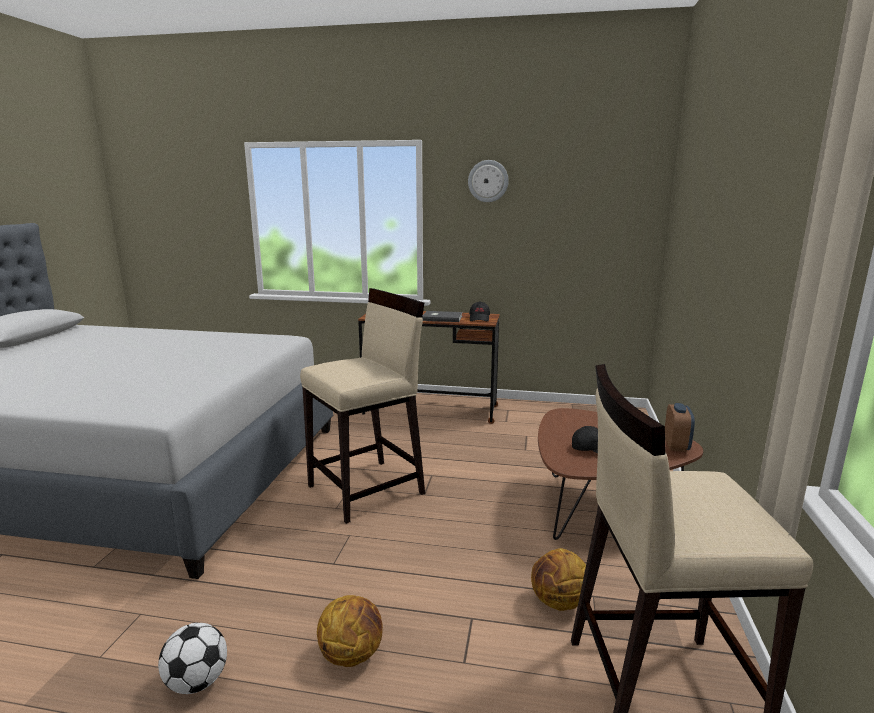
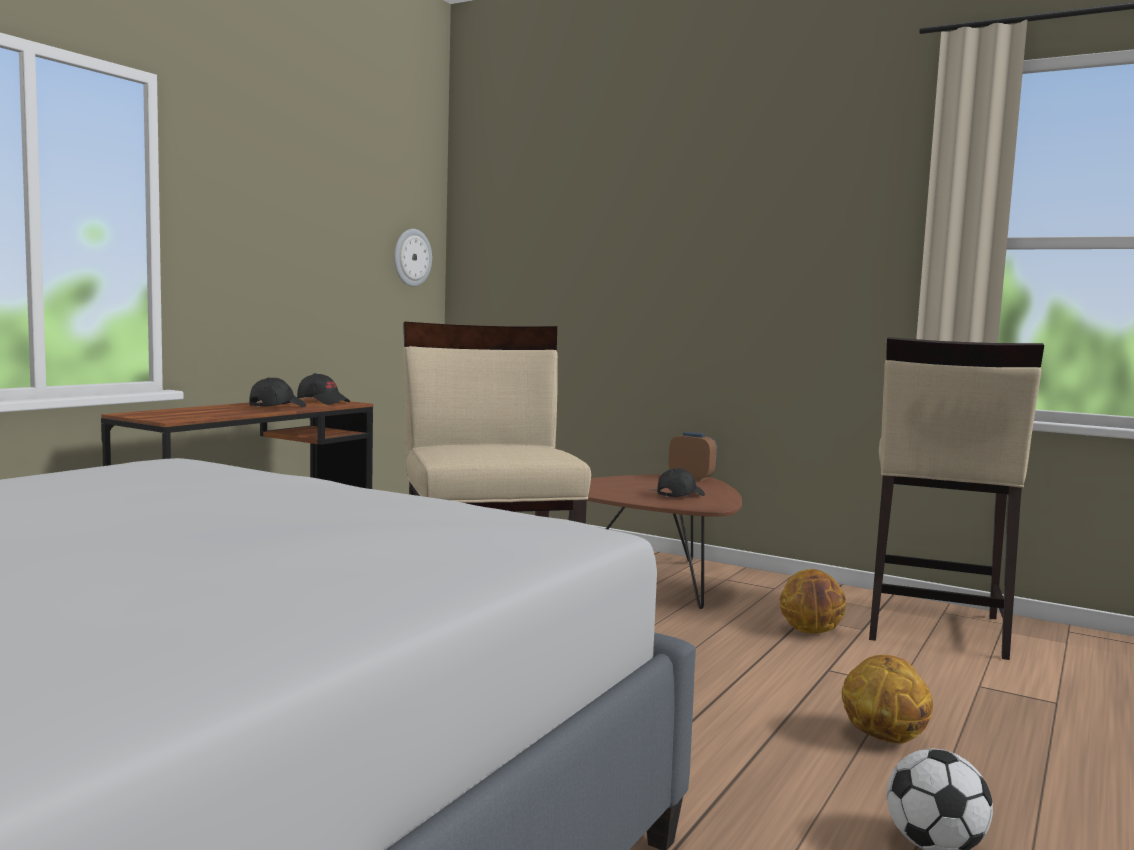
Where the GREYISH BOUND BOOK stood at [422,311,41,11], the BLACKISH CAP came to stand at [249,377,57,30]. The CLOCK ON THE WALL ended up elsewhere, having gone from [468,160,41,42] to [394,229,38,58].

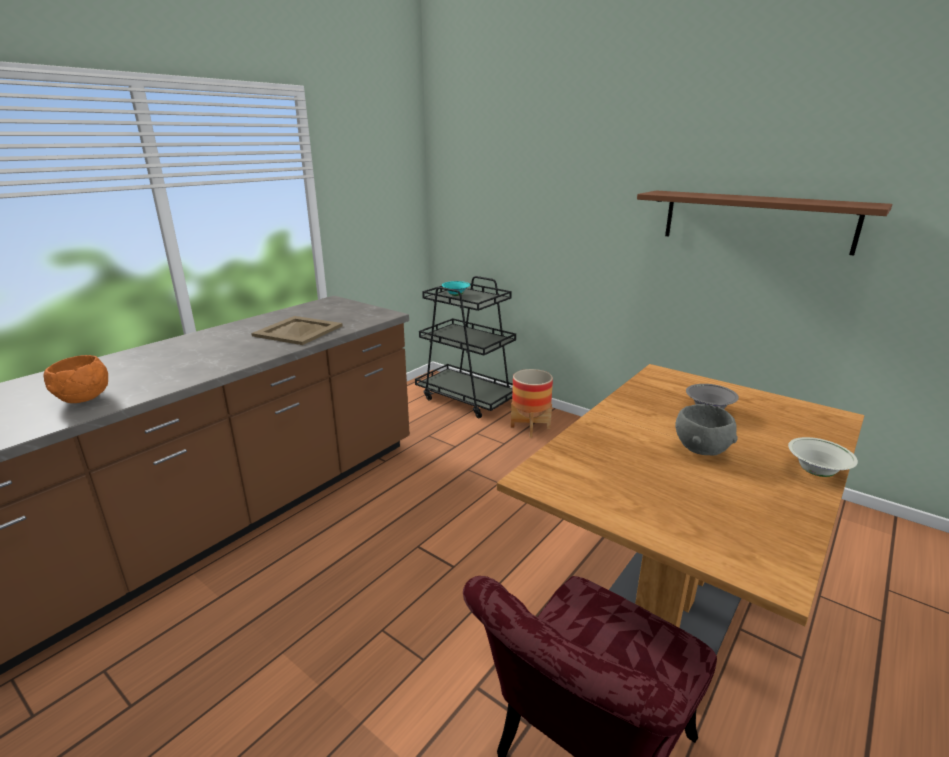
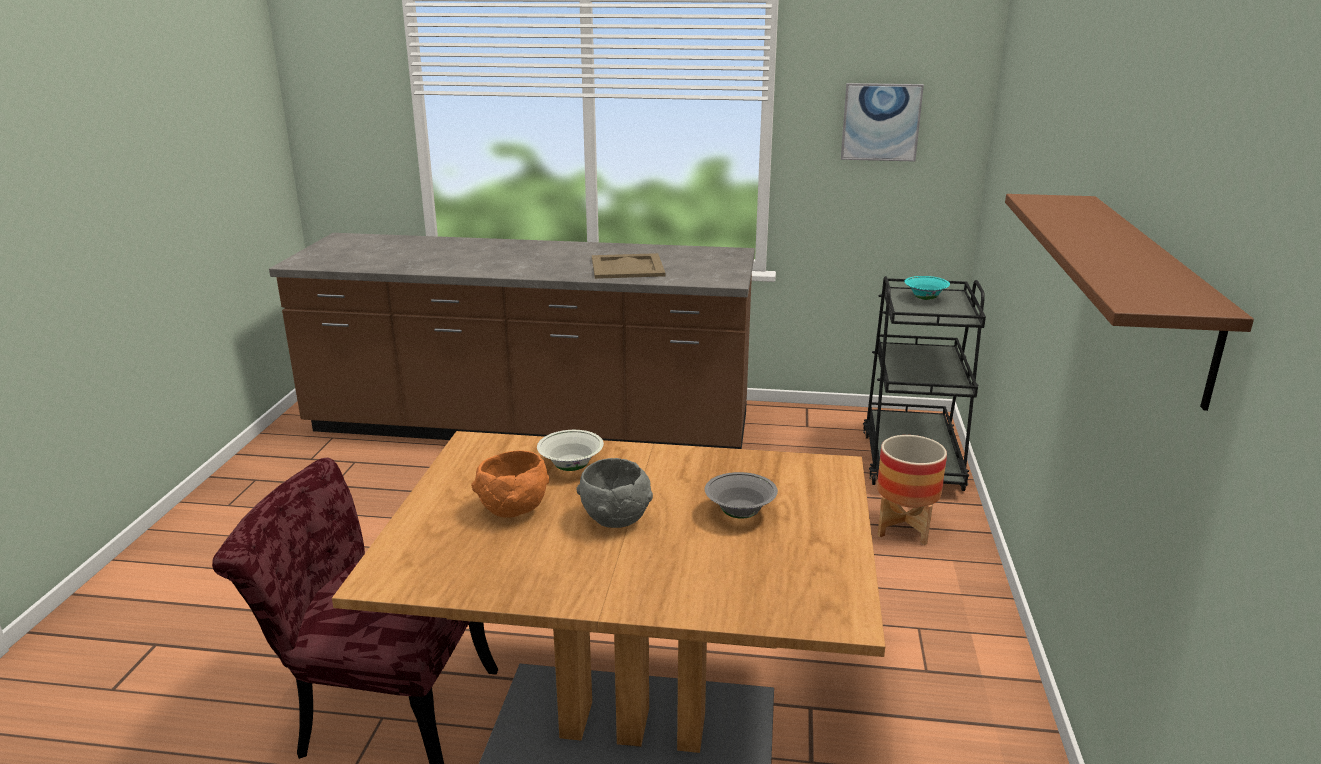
The ORANGEY BOWL ended up elsewhere, having gone from [43,355,65,48] to [471,451,78,67]. The WHITISH BOWL ended up elsewhere, having gone from [788,437,70,40] to [537,430,67,41]. The second view gained the PICTURE at [841,83,83,79].

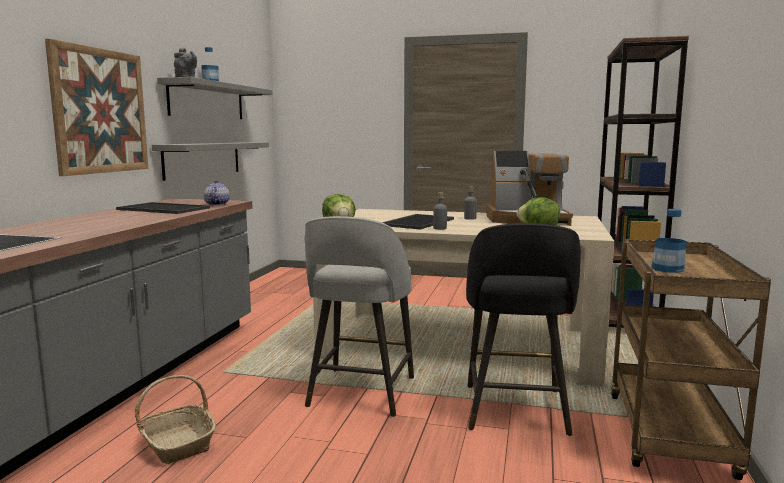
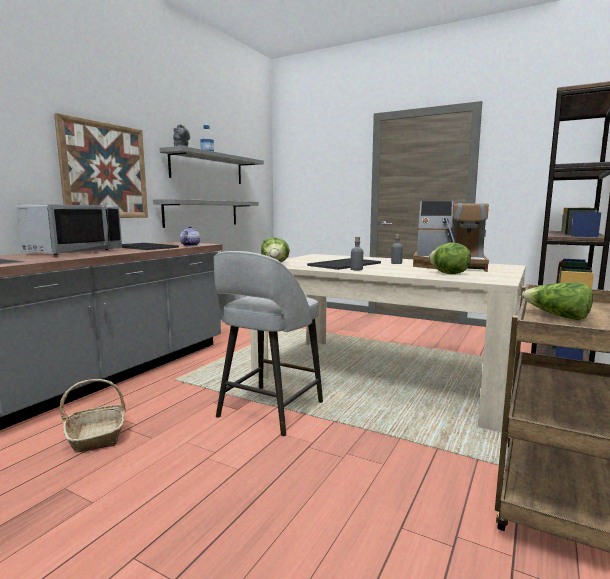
The second view gained the GREYISH MICROWAVE at [16,205,106,50]. Where the BOTTLE stood at [652,209,35,64], the LETTUCE came to stand at [522,282,71,38]. The second view lost the BLACKISH STOOL at [466,223,115,213].

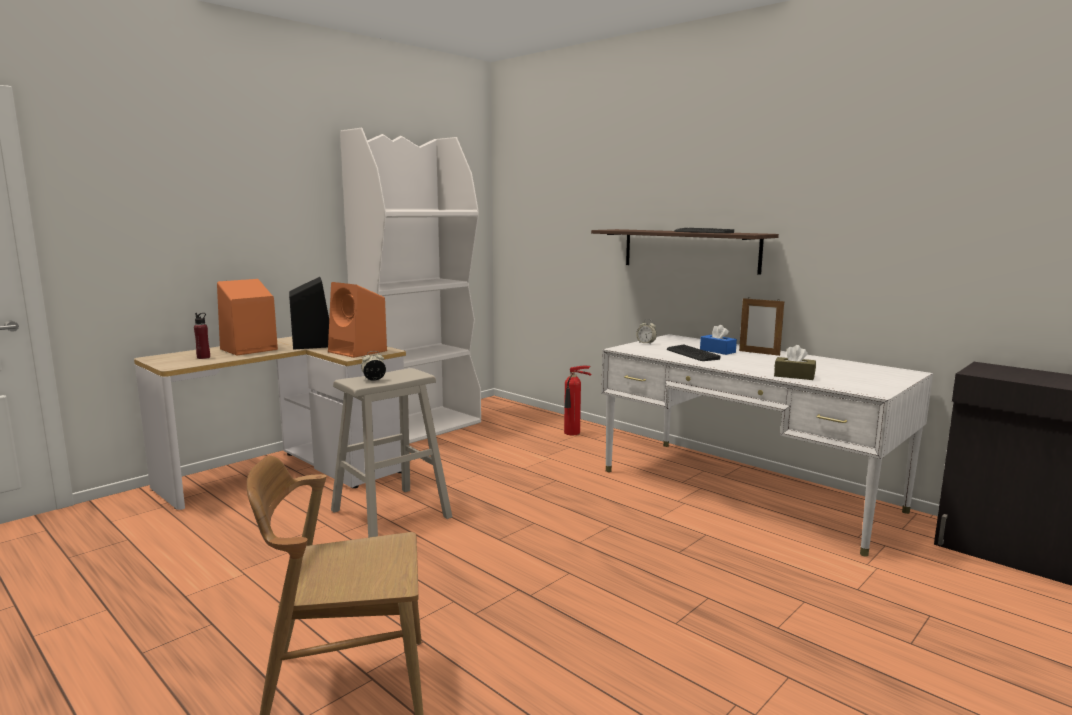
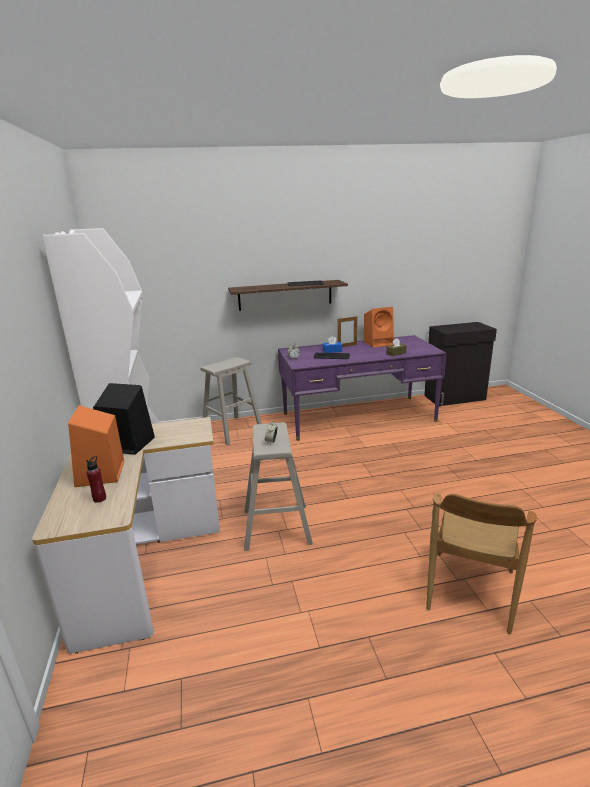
Where the FIRE-FIGHTING CYLINDER stood at [564,366,27,69], the BEIGE STOOL came to stand at [200,357,62,88]. What was the WHITISH DESK TABLE at [601,334,332,223] turned into the PURPLE DESK TABLE at [278,335,169,106]. The ORANGEY LOUDSPEAKER ended up elsewhere, having gone from [328,282,59,76] to [364,307,30,41].

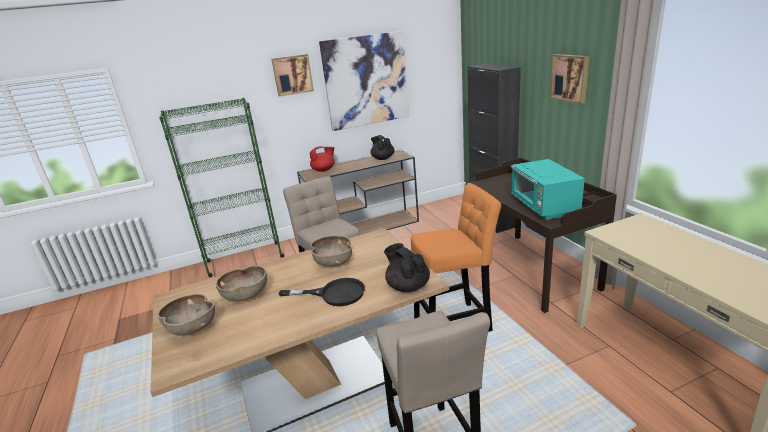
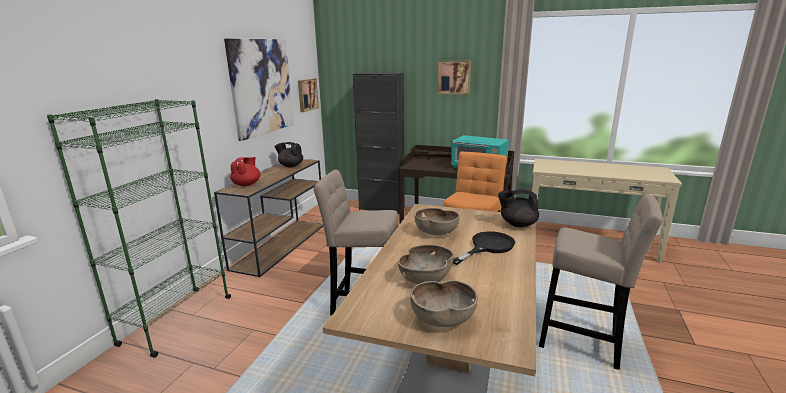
The PICTURE ended up elsewhere, having gone from [271,54,43,43] to [298,78,21,34].

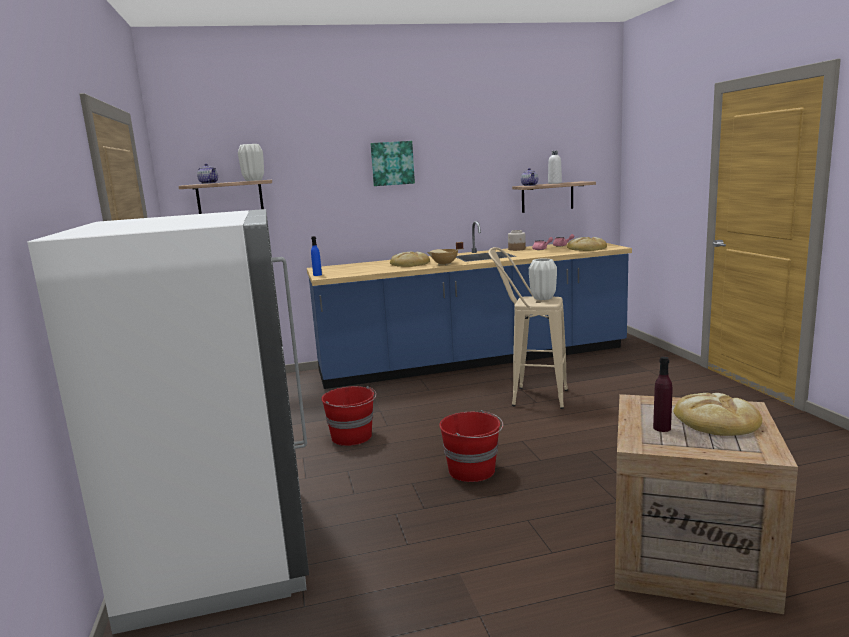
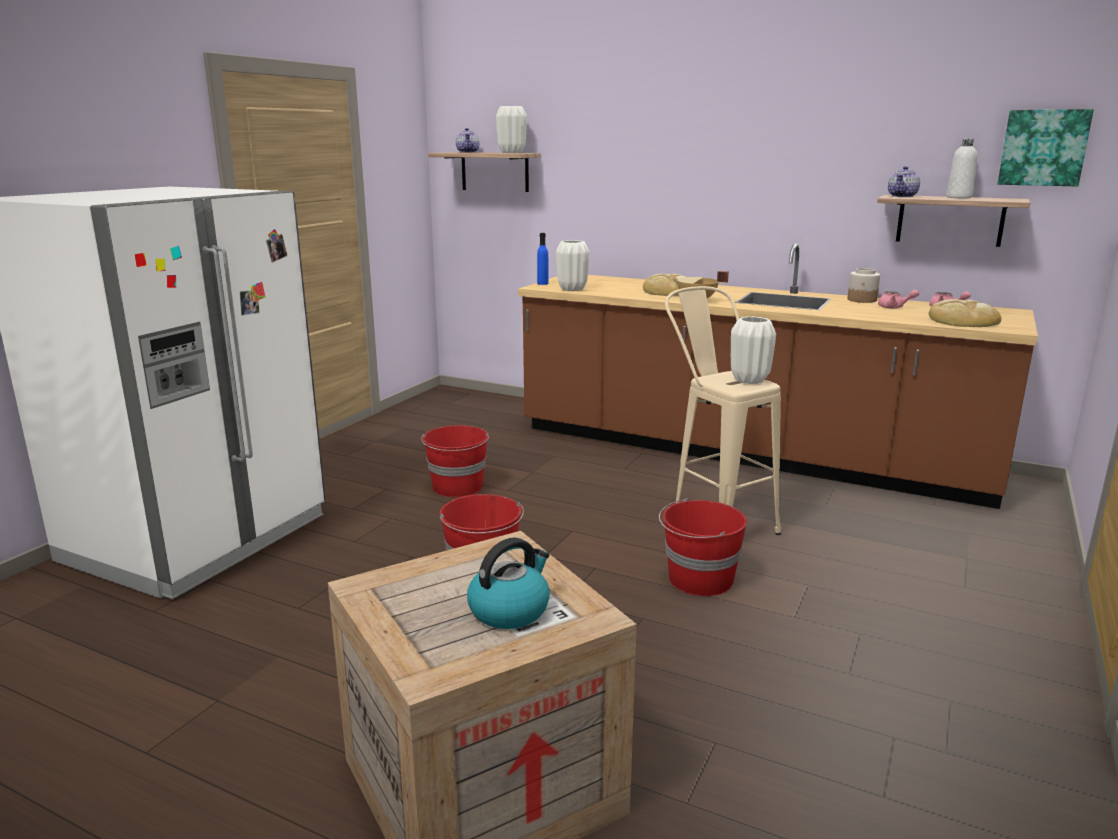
Where the BREAD stood at [673,393,89,43], the WATER KETTLE came to stand at [467,537,83,92]. What was the BLUE COUNTER at [307,221,325,168] turned into the BROWN-COLOURED COUNTER at [518,243,520,266]. The second view gained the WHITISH FLOWER VASE at [556,240,33,51]. The second view gained the RED BUCKET at [659,498,88,98]. The PICTURE ended up elsewhere, having gone from [370,141,45,45] to [998,109,96,78]. The second view lost the PURPLE BOTTLE at [653,357,19,75].

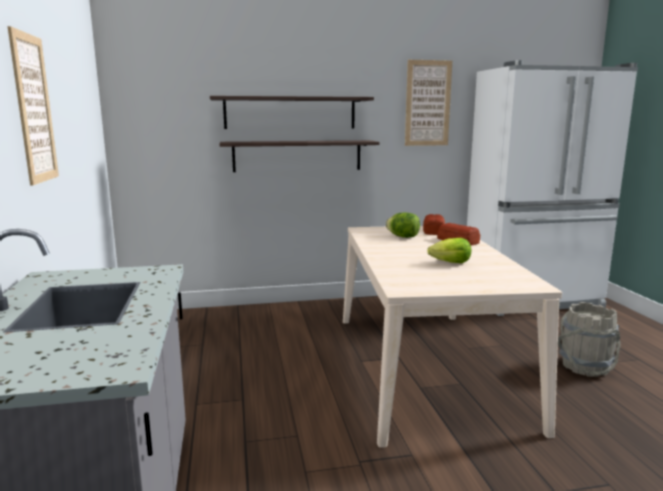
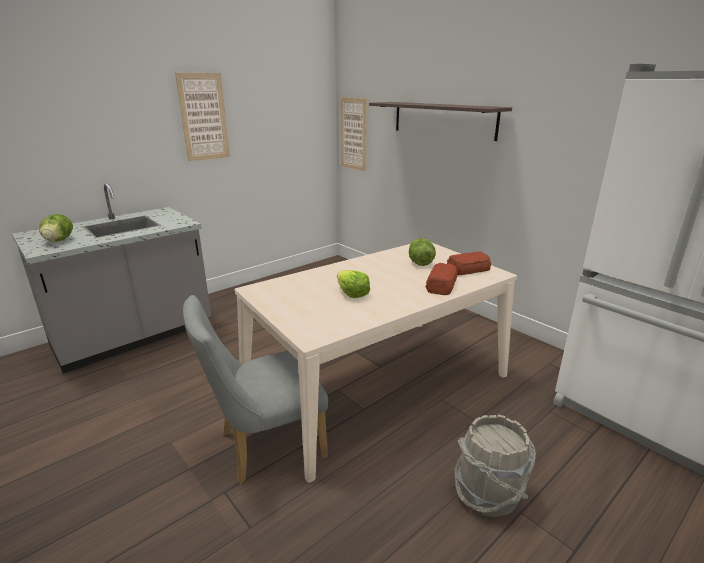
The second view gained the LETTUCE at [39,214,34,28]. The second view gained the GREYISH UPRIGHT CHAIR at [183,295,145,189]. The PICTURE ended up elsewhere, having gone from [405,60,47,86] to [340,97,27,74]. The second view lost the SHELF at [220,140,160,32].

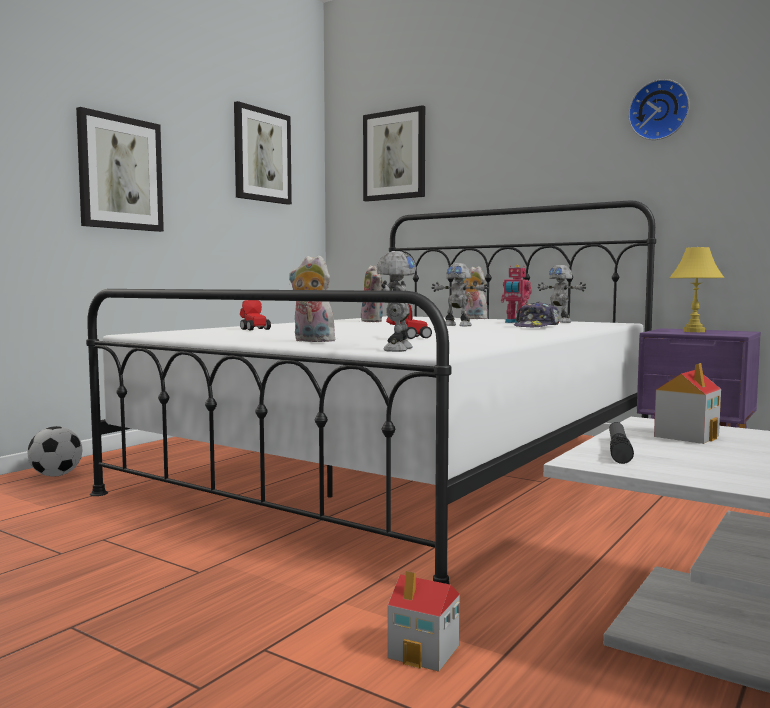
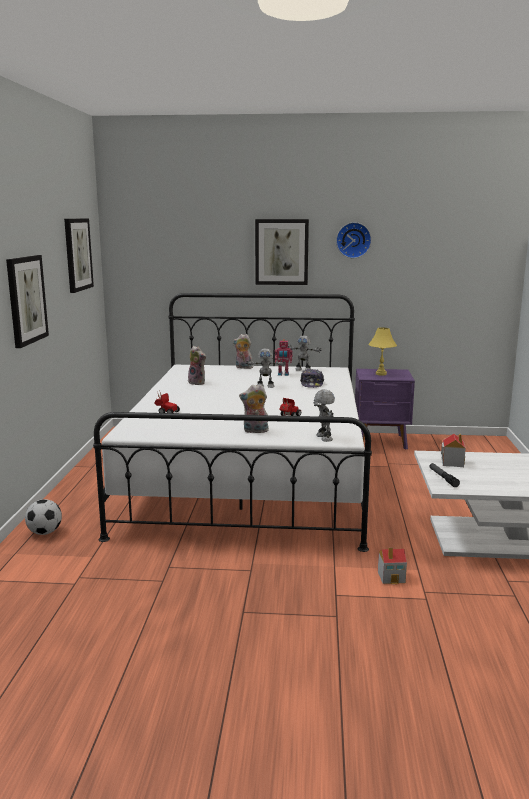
The PICTURE ended up elsewhere, having gone from [363,105,62,97] to [255,219,54,66].

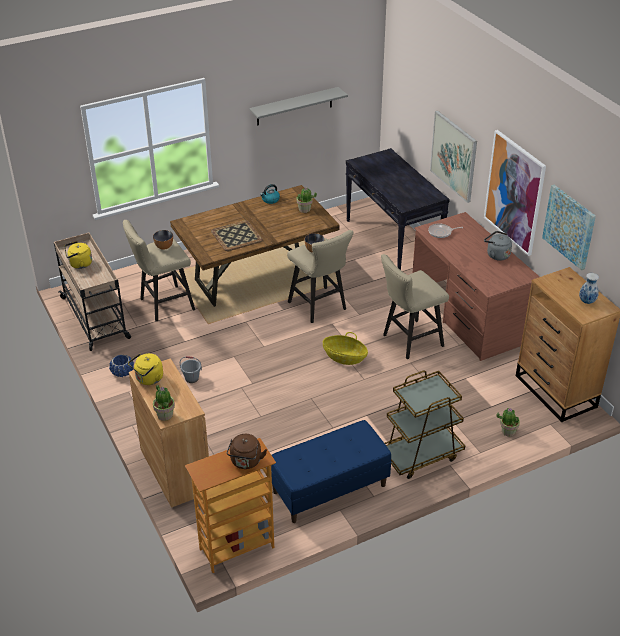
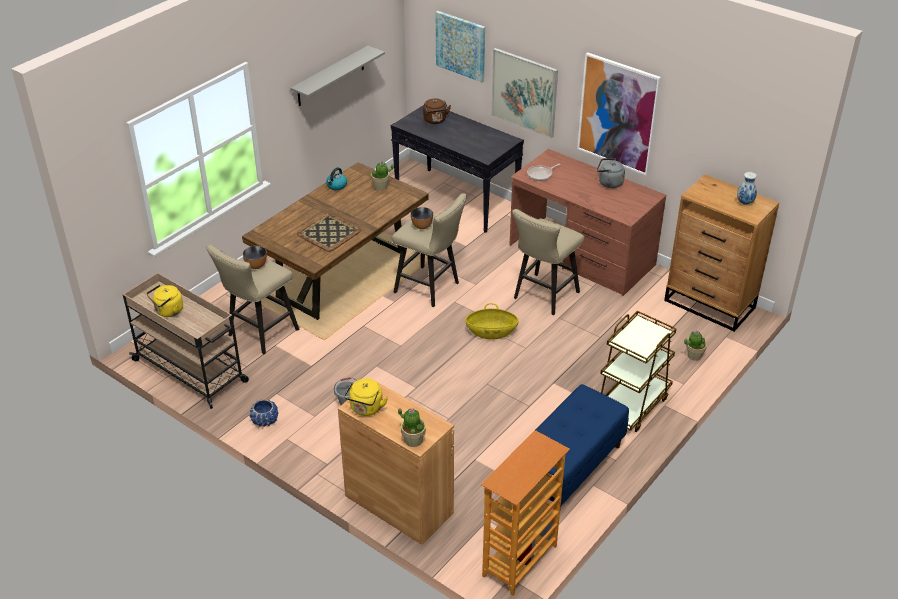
The BROWN-COLOURED WATER KETTLE ended up elsewhere, having gone from [227,434,40,35] to [423,98,28,26]. The PICTURE ended up elsewhere, having gone from [542,185,54,85] to [436,11,49,71].

